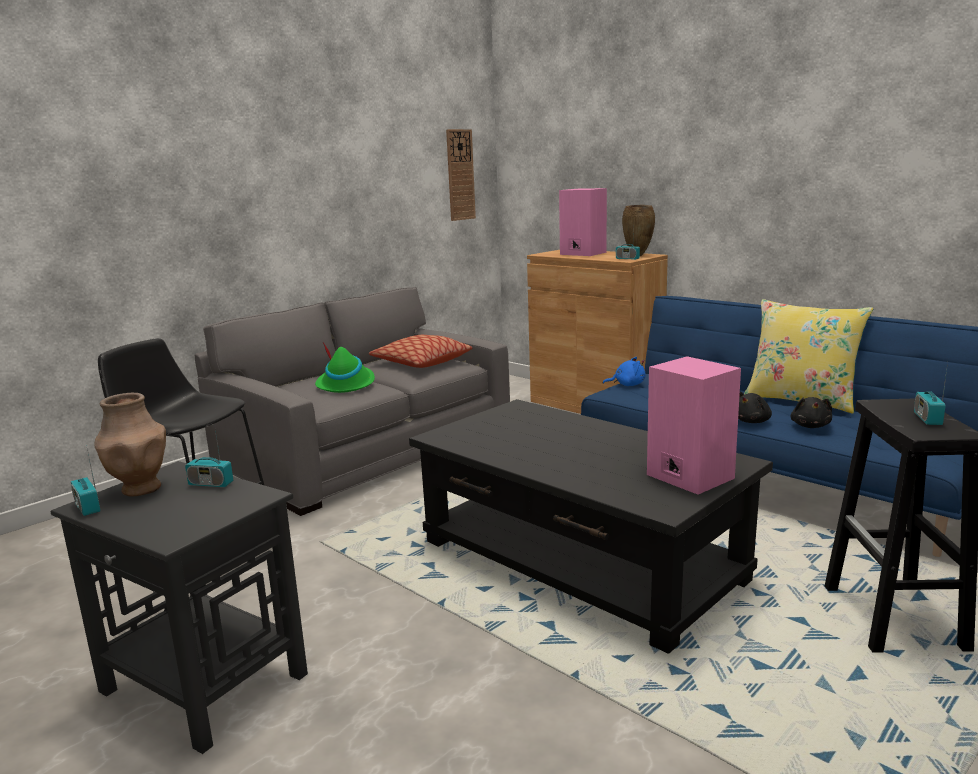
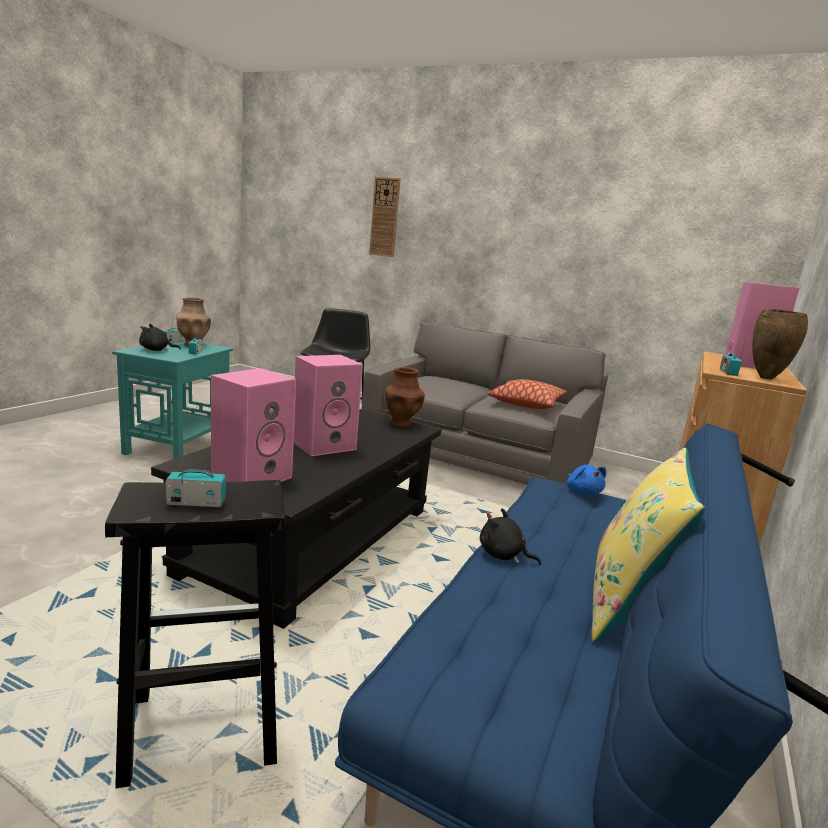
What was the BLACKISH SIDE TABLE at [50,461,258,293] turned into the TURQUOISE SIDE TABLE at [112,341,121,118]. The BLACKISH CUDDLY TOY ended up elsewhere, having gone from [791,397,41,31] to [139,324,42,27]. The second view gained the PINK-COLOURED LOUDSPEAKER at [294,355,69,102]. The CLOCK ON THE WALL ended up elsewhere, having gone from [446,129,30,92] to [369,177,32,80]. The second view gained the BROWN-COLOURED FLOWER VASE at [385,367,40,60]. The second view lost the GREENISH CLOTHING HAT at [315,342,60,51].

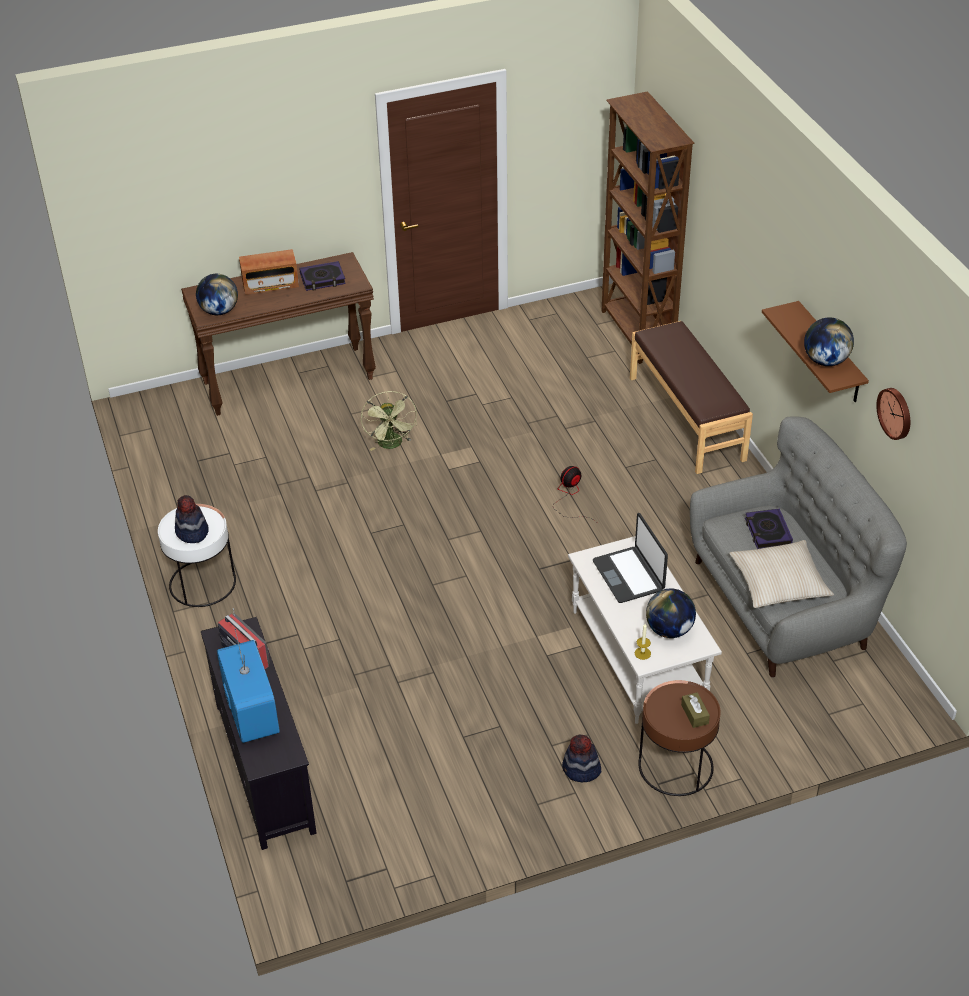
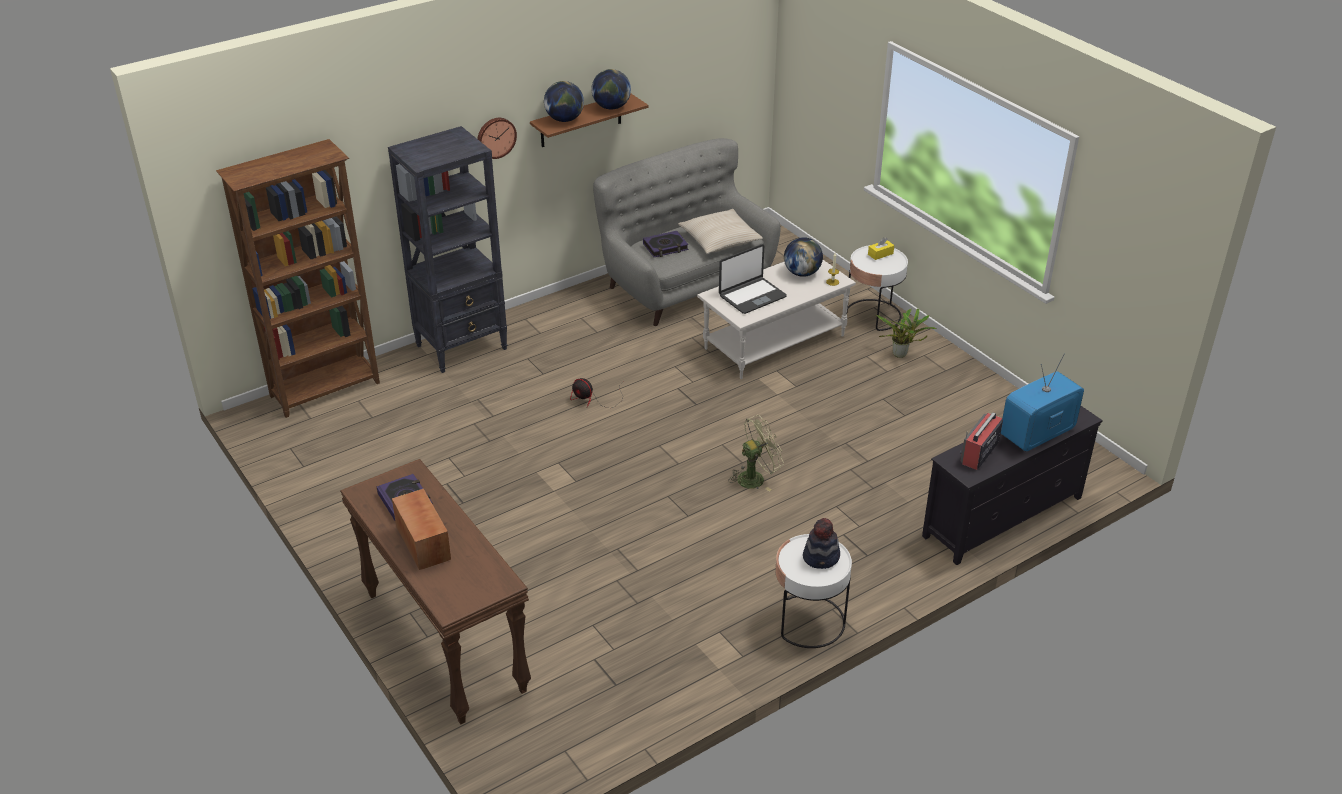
Where the BROWN-COLOURED INDOOR BENCH stood at [630,321,123,153], the BLACKISH BOOKSHELF came to stand at [388,126,119,247]. The CLOCK ON THE WALL ended up elsewhere, having gone from [876,388,34,52] to [477,118,40,41]. The DESK GLOBE ended up elsewhere, having gone from [196,274,42,41] to [544,81,40,41]. The GREENISH FAN ended up elsewhere, having gone from [361,391,56,60] to [728,415,56,76]. What was the BROWN-COLOURED SIDE TABLE at [638,680,83,116] turned into the WHITISH SIDE TABLE at [847,245,61,86]. What was the BROWN-COLOURED BOX OF TISSUES at [681,692,29,36] turned into the YELLOW-COLOURED BOX OF TISSUES at [868,238,26,22]. Where the CLOTHING HAT stood at [562,735,39,47], the HOUSEPLANT came to stand at [876,308,62,50].

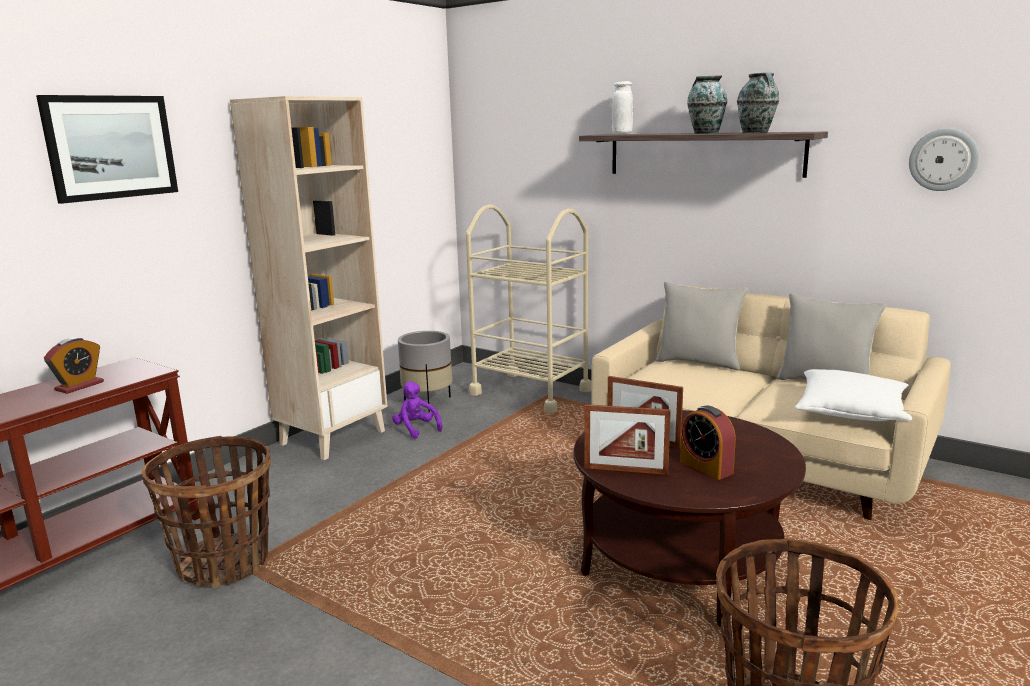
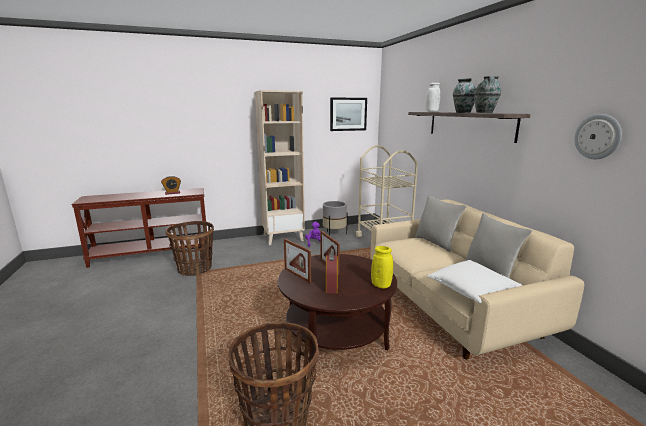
The PICTURE ended up elsewhere, having gone from [36,95,142,109] to [330,97,37,34]. The second view gained the YELLOW-COLOURED FLOWER VASE at [371,246,22,42].

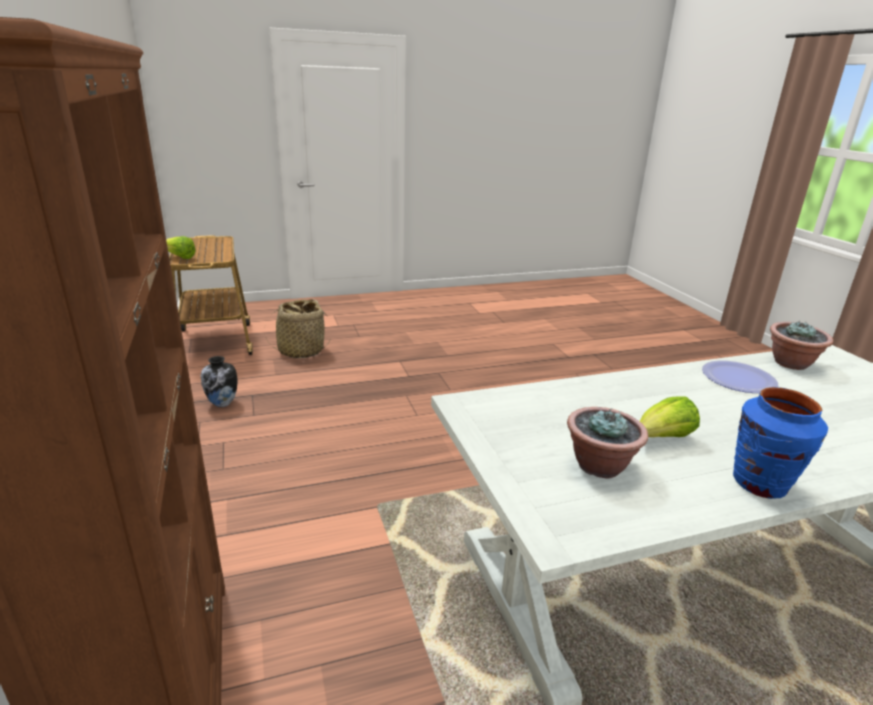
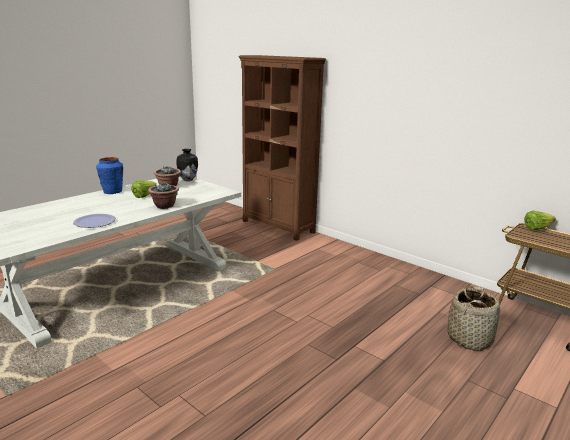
The HOUSEPLANT ended up elsewhere, having gone from [770,321,63,49] to [148,182,31,27]. The FLOWER VASE ended up elsewhere, having gone from [201,356,37,51] to [176,149,22,32].

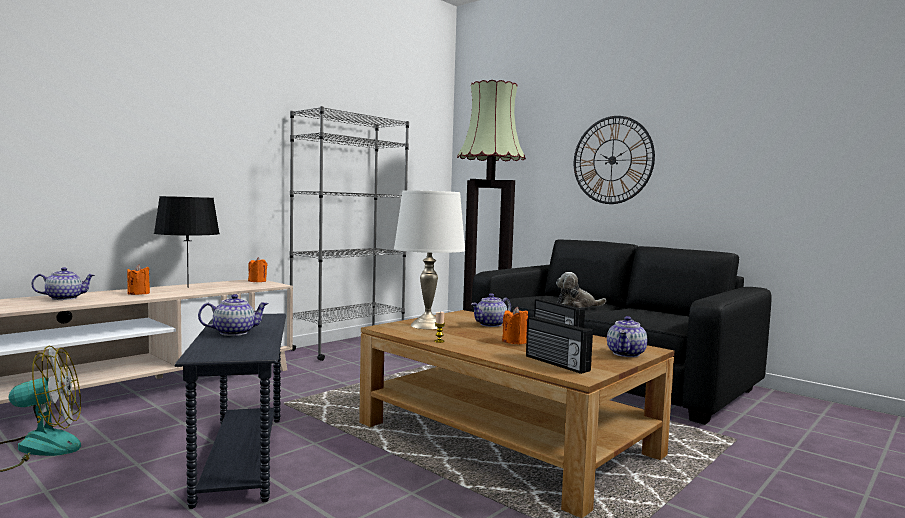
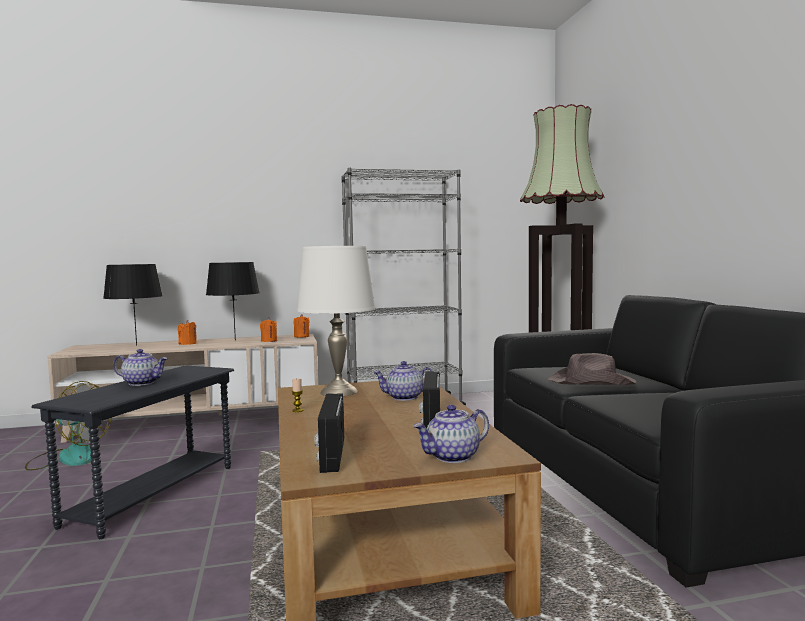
Where the TEA POT stood at [31,267,64,33], the BLACKISH TABLE LAMP came to stand at [103,264,60,81]. The ORANGEY WAX LIGHT ended up elsewhere, having gone from [502,307,26,37] to [260,318,17,24]. Where the CUDDLY TOY stood at [556,272,50,36], the BROWN-COLOURED CLOTHING HAT came to stand at [548,353,89,32]. The second view lost the CLOCK ON THE WALL at [574,116,81,88].

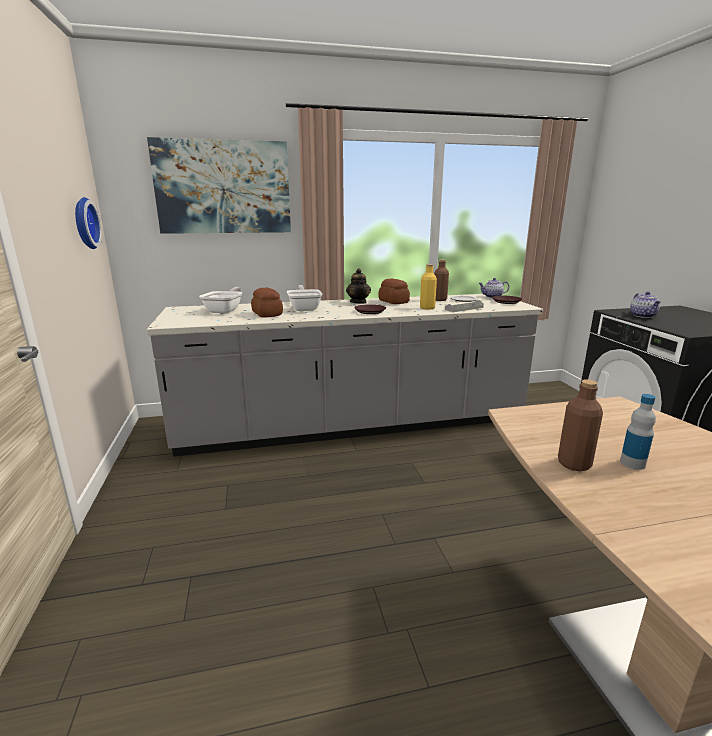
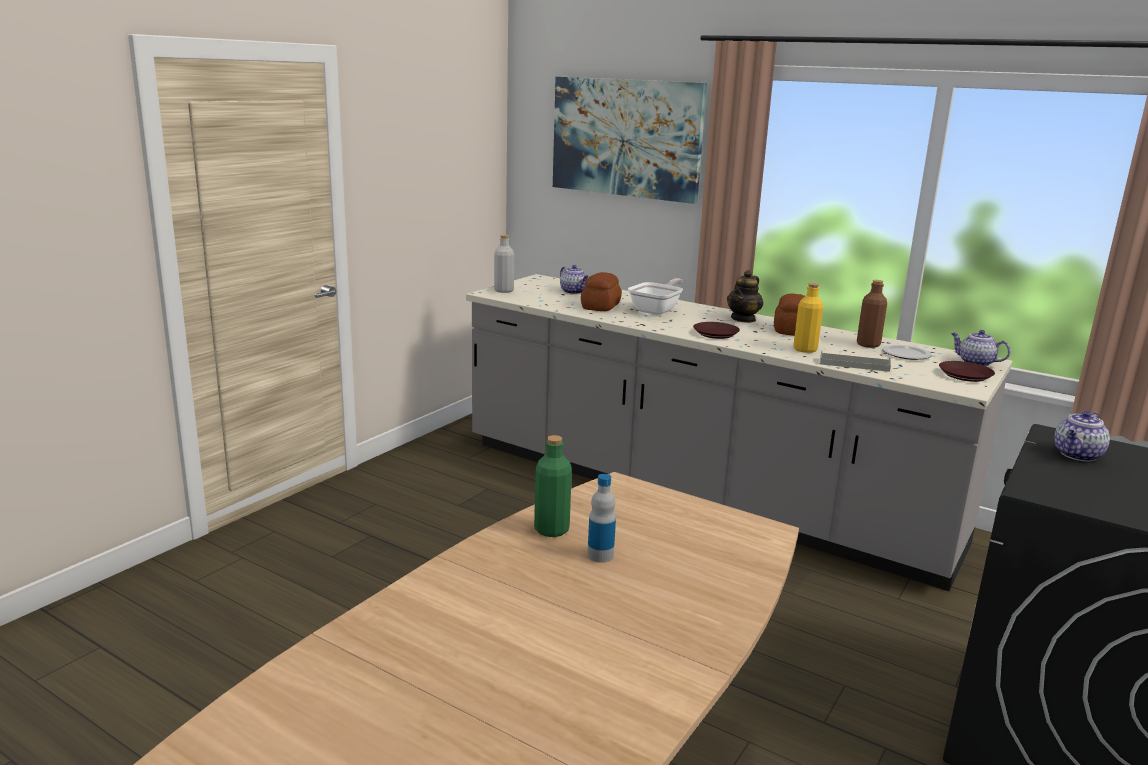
The second view gained the GREYISH BOTTLE at [494,235,20,58]. What was the BROWN-COLOURED BOTTLE at [558,379,45,92] turned into the GREENISH BOTTLE at [534,435,38,102]. Where the SKILLET stood at [199,287,43,26], the TEA POT came to stand at [560,265,29,29]. The second view lost the CLOCK ON THE WALL at [75,197,27,52].

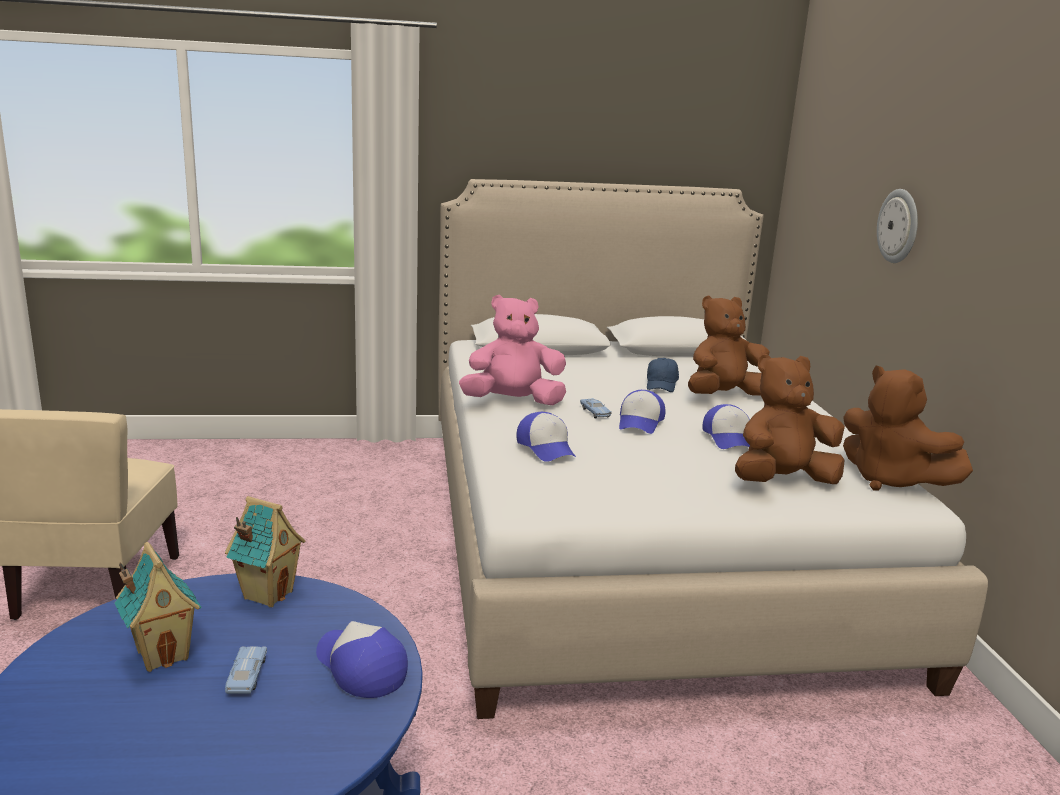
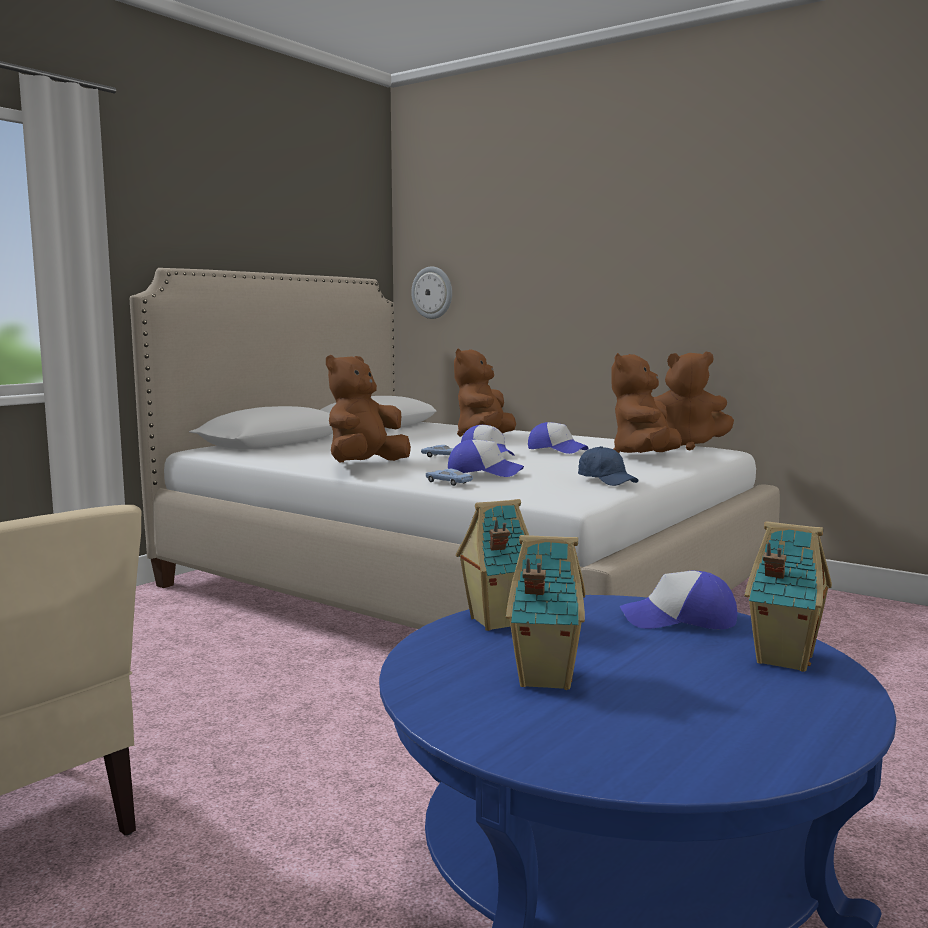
What was the PINK-COLOURED CUDDLY TOY at [459,295,107,110] turned into the BROWN-COLOURED CUDDLY TOY at [326,355,85,107]. The CLOCK ON THE WALL ended up elsewhere, having gone from [877,189,41,74] to [411,266,41,53]. The BLUE MINIATURE CAR ended up elsewhere, having gone from [225,646,42,48] to [426,469,47,17]. The BLUE CAP ended up elsewhere, having gone from [647,358,32,34] to [578,446,61,40]. The second view gained the MODEL HOUSE at [744,521,88,151].

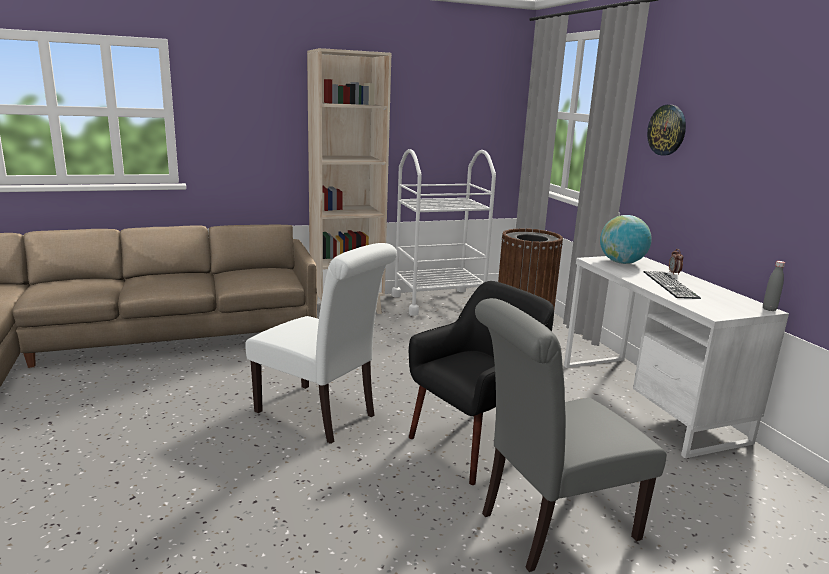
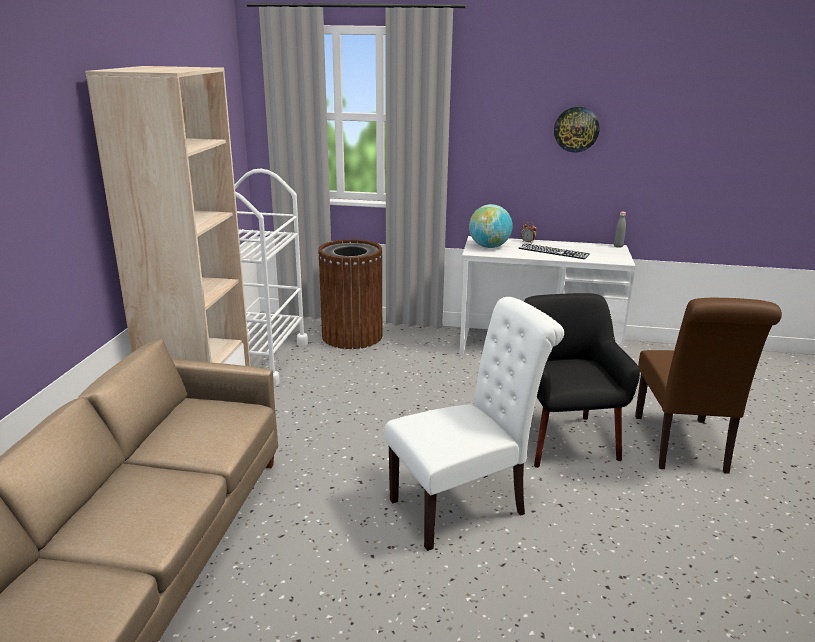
The CLOCK ON THE WALL ended up elsewhere, having gone from [647,105,39,50] to [554,107,46,46]. What was the GREYISH UPRIGHT CHAIR at [475,298,192,274] turned into the BROWN-COLOURED UPRIGHT CHAIR at [635,298,147,176].

